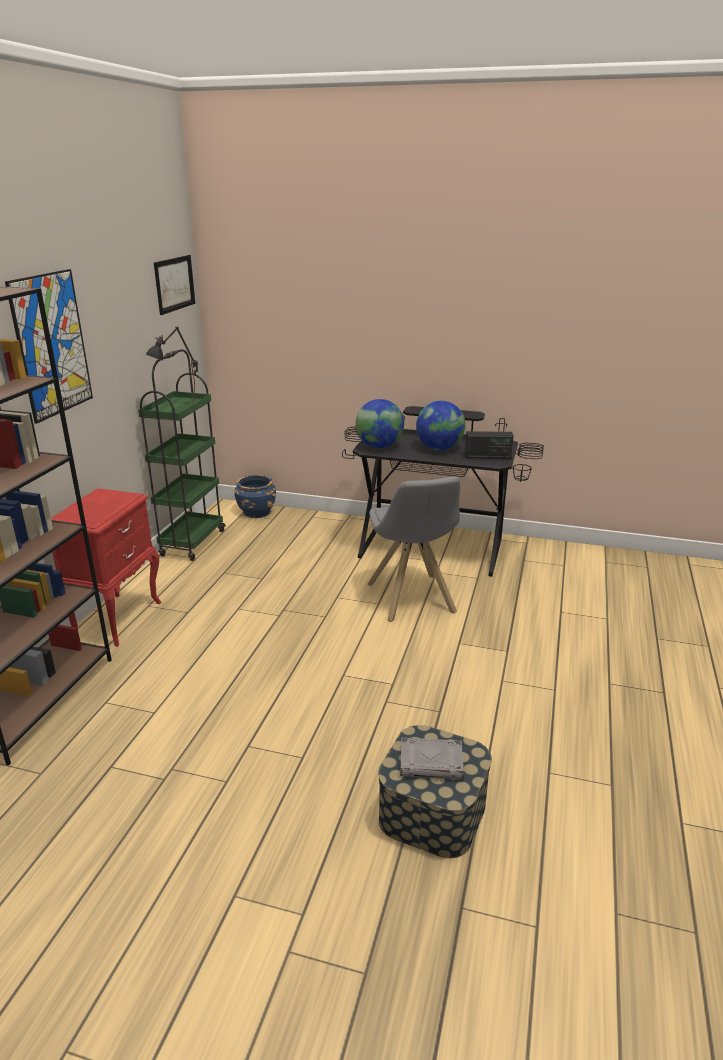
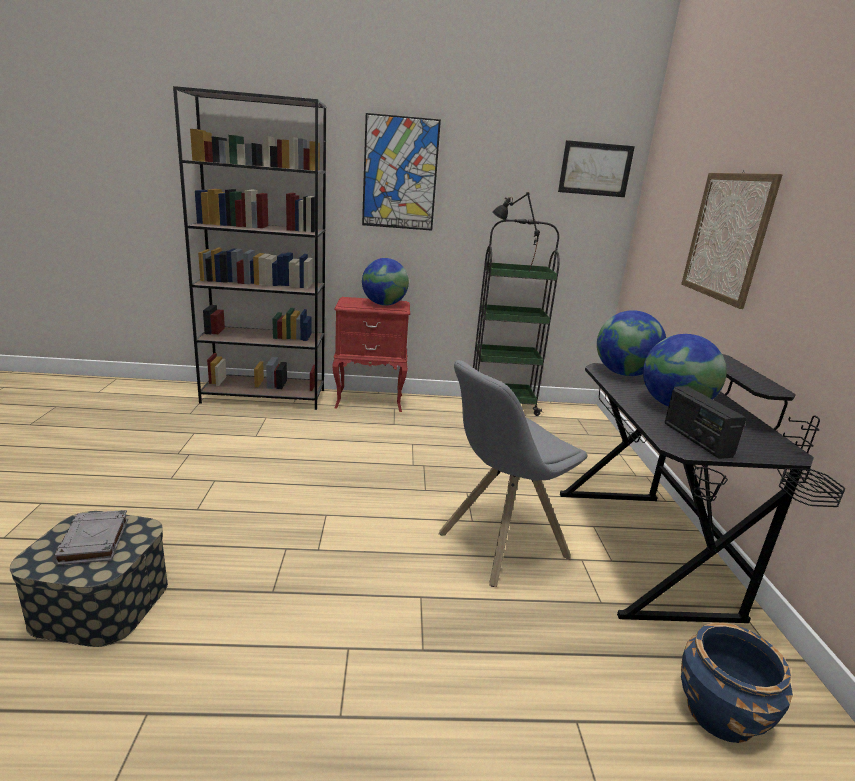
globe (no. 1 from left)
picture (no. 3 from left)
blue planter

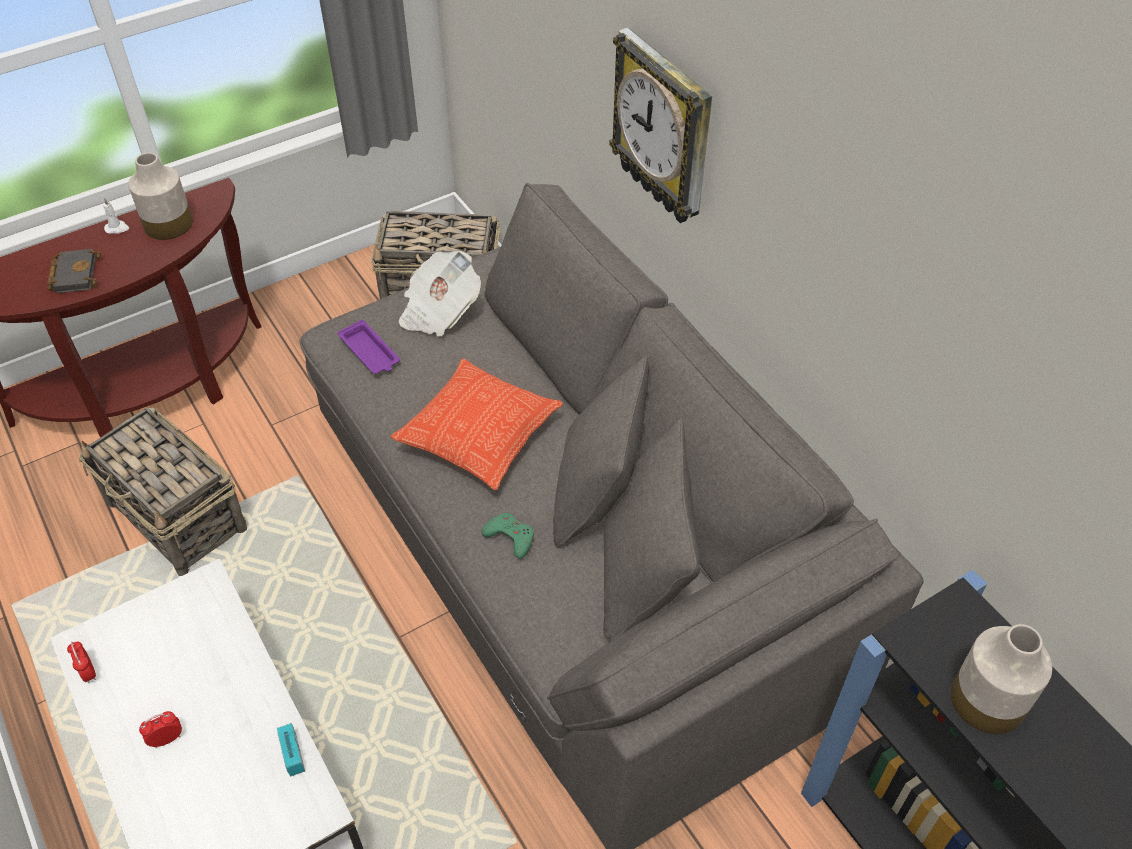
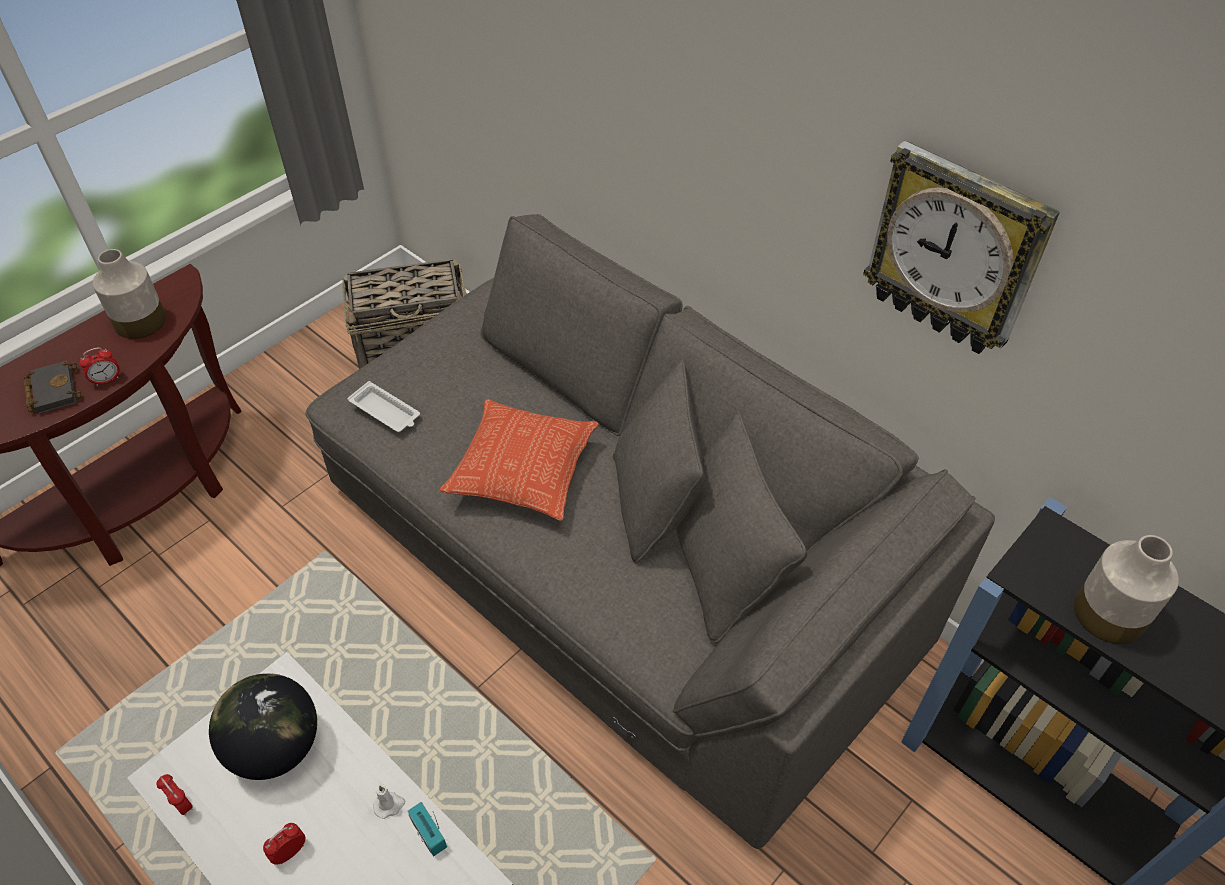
alarm clock (no. 1 from left)
globe
white tray
white candle
wall clock
basket (no. 1 from left in the first image)
newspaper
green game controller

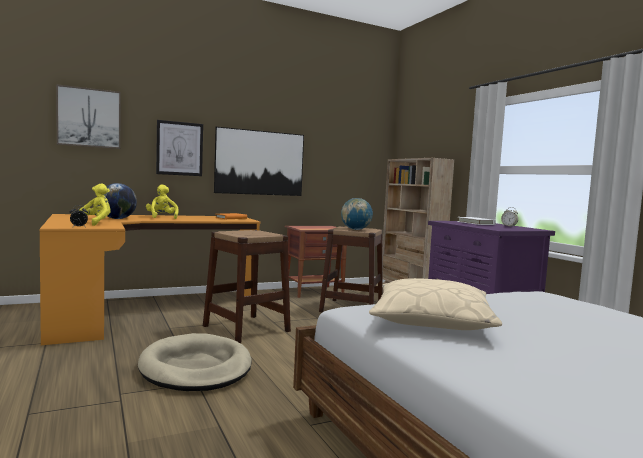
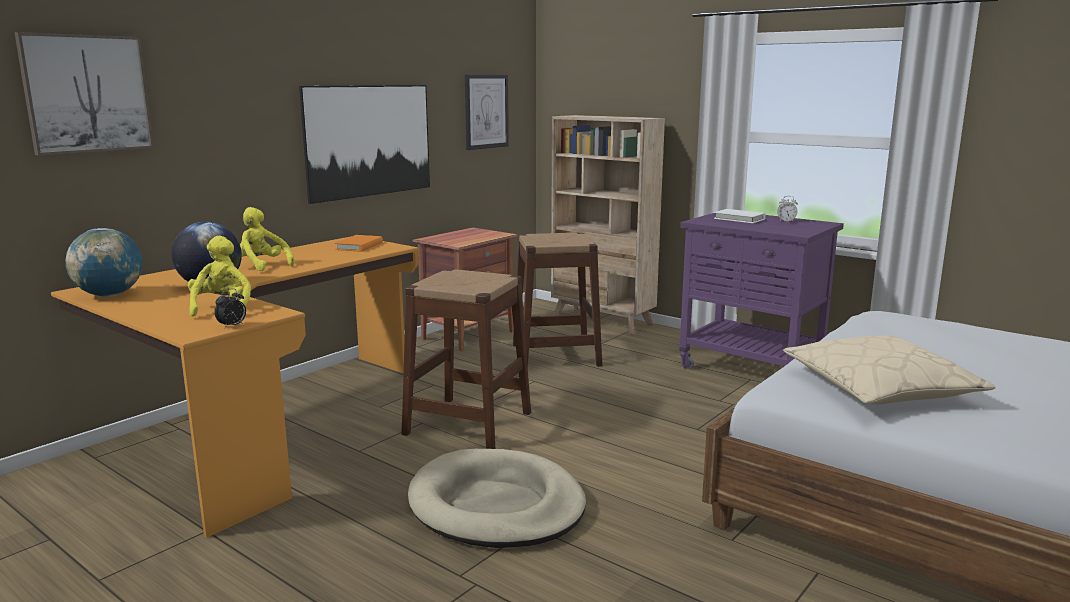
globe (no. 1 from left)
picture (no. 3 from left)

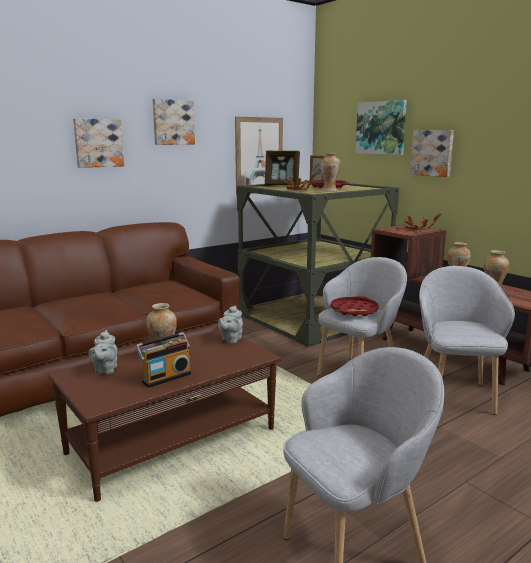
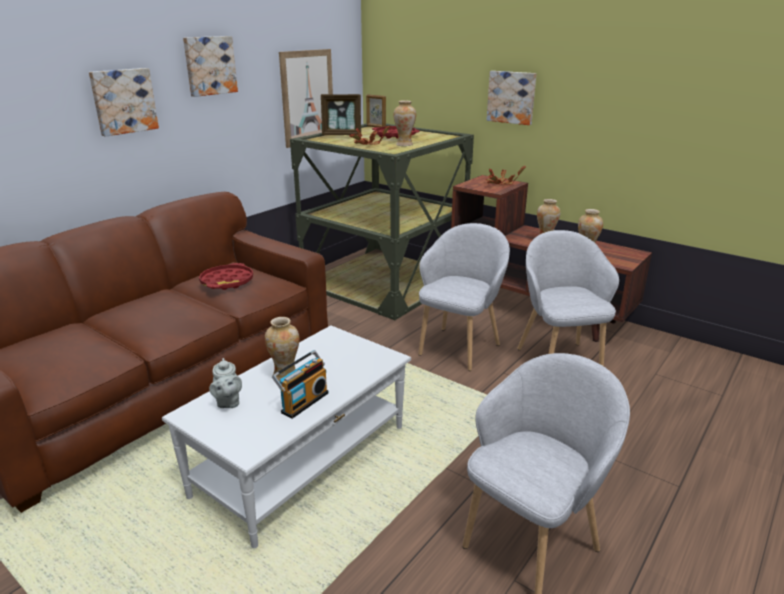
white coffee table
red tray (no. 1 from left)
grey teapot (no. 2 from left in the first image)
picture (no. 4 from left in the first image)

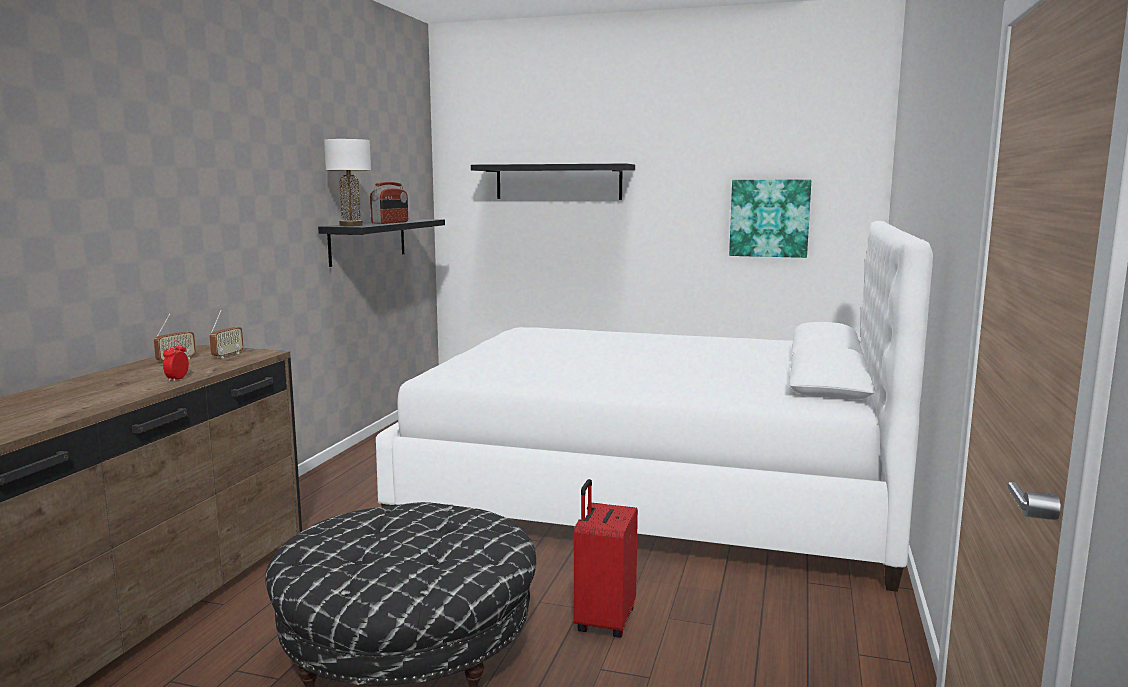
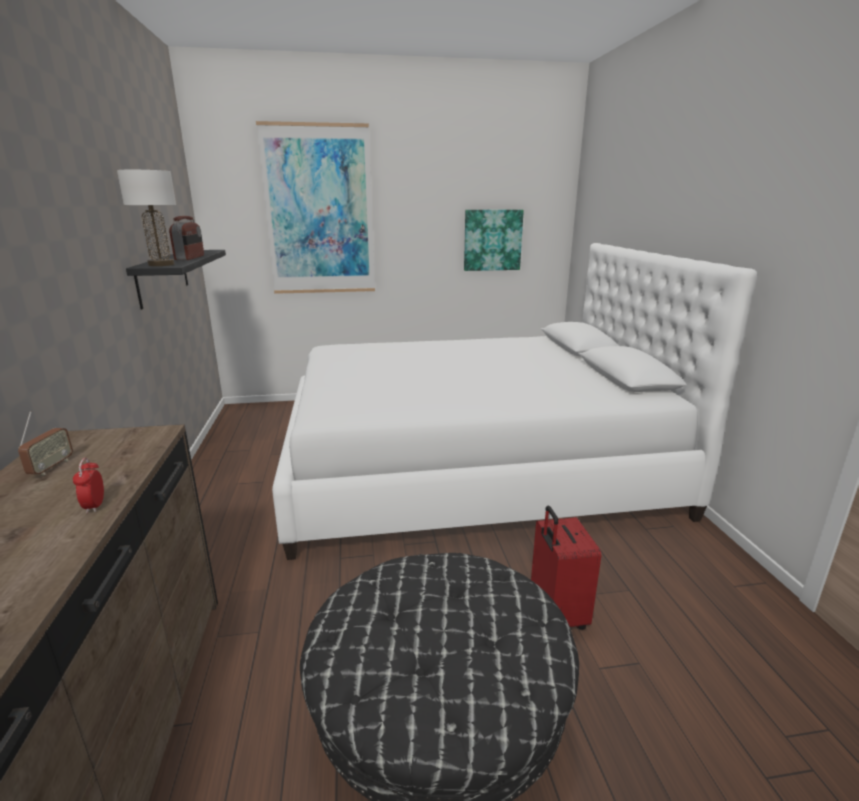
picture (no. 1 from left)
radio (no. 2 from left in the first image)

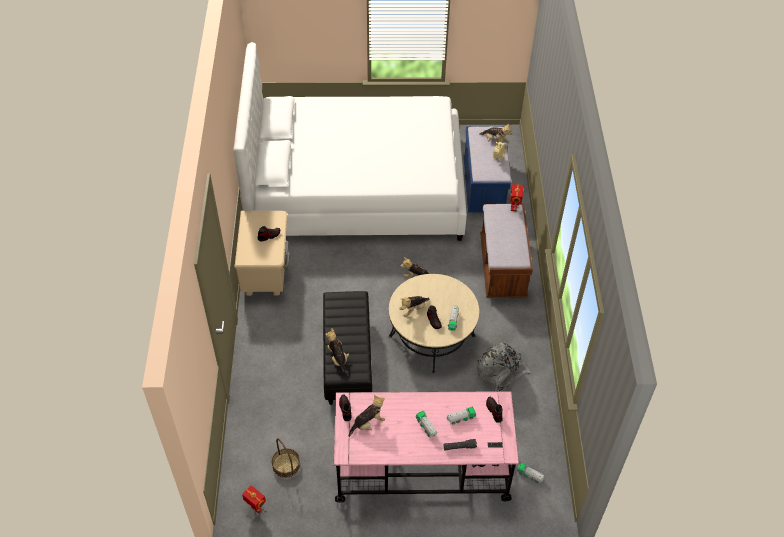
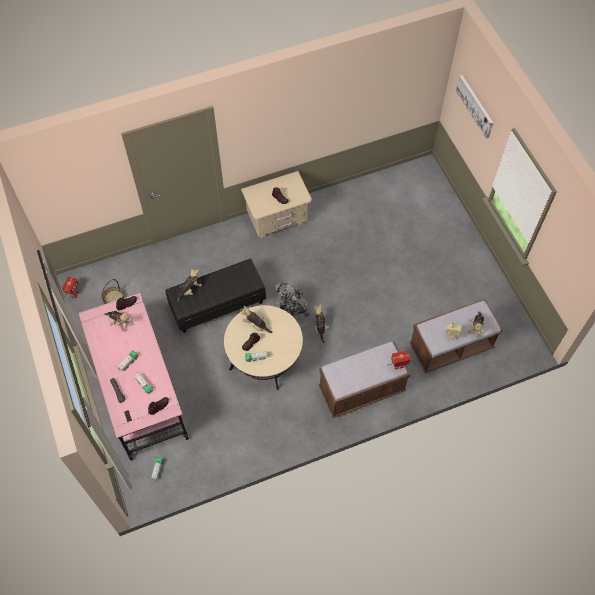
grey backpack
brown bench (no. 2 from left)
picture
white bed

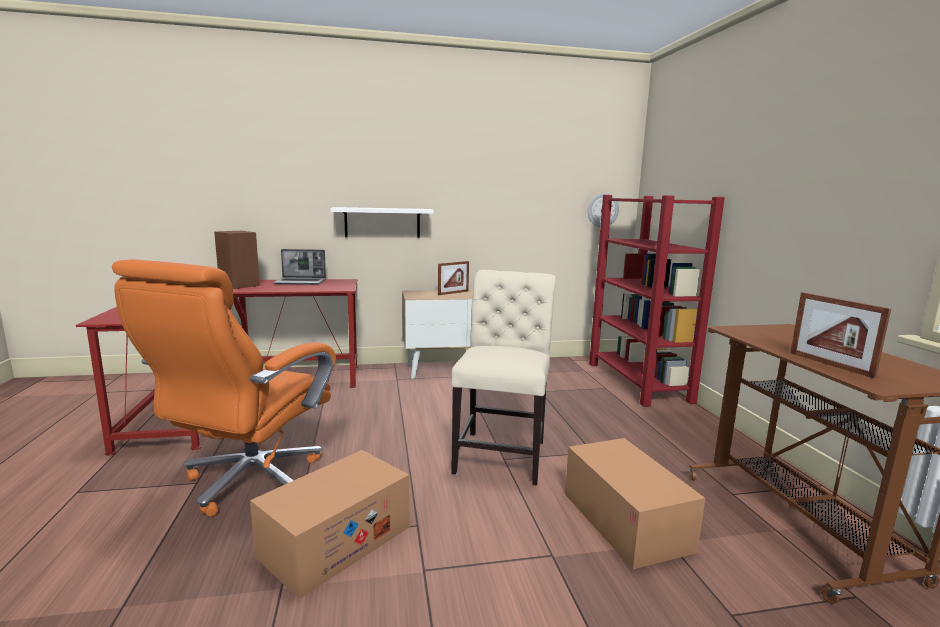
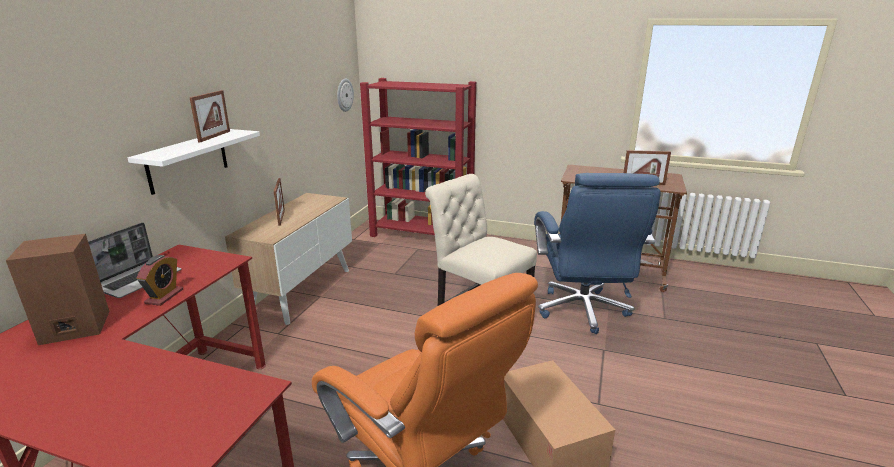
alarm clock
picture frame (no. 1 from left)
blue office chair

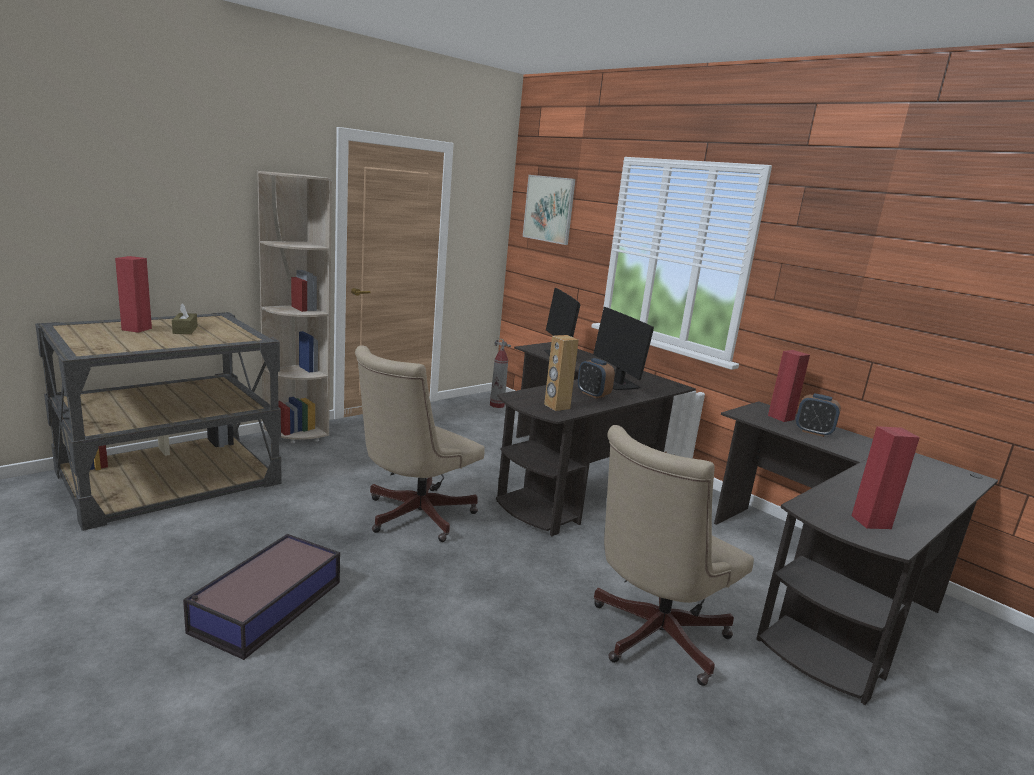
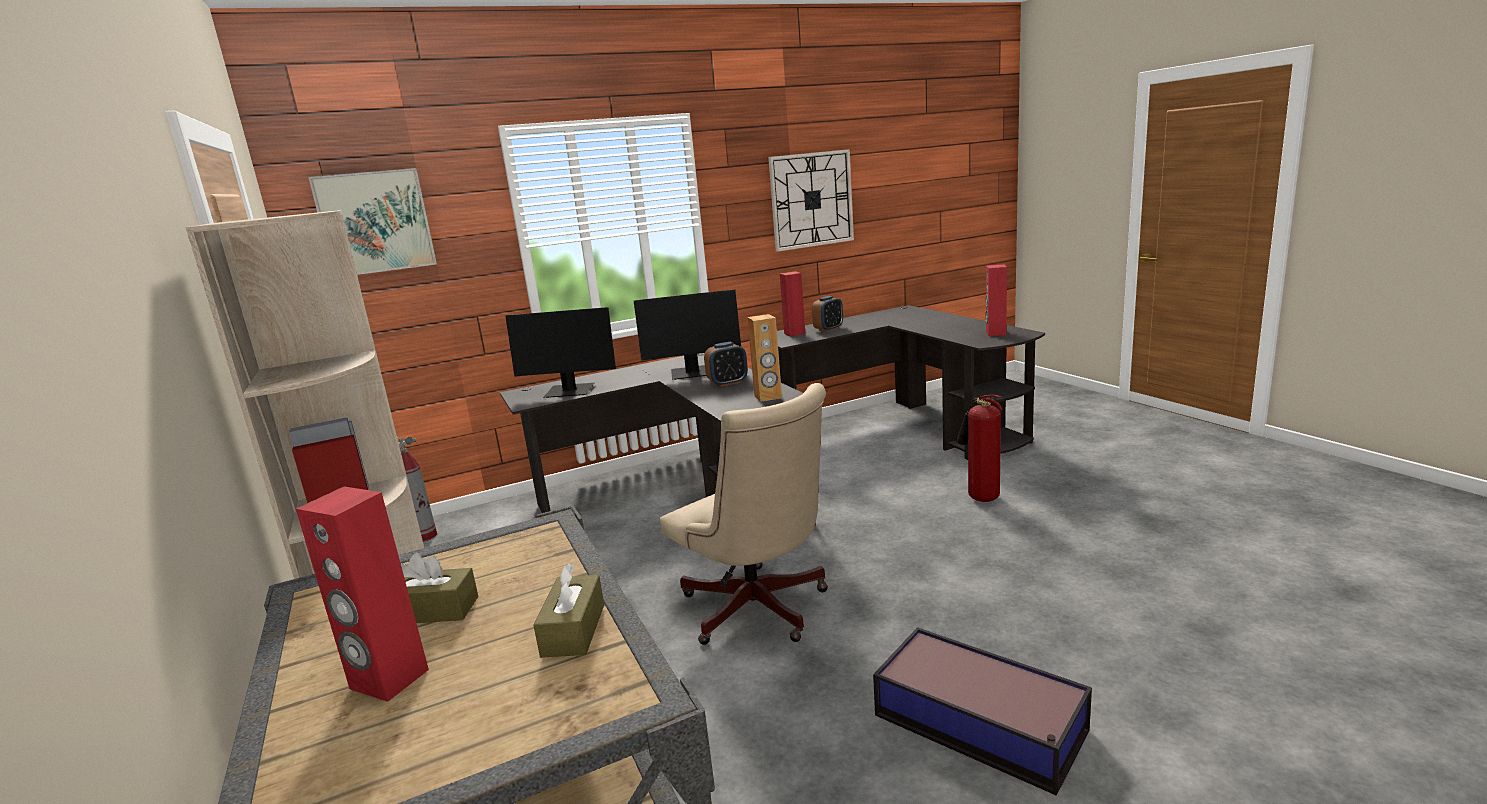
brown tissue box (no. 2 from left)
wall clock
fire extinguisher (no. 2 from left)

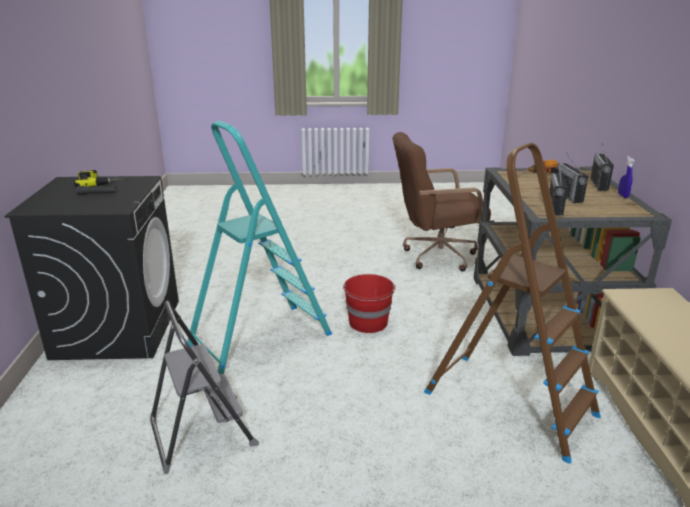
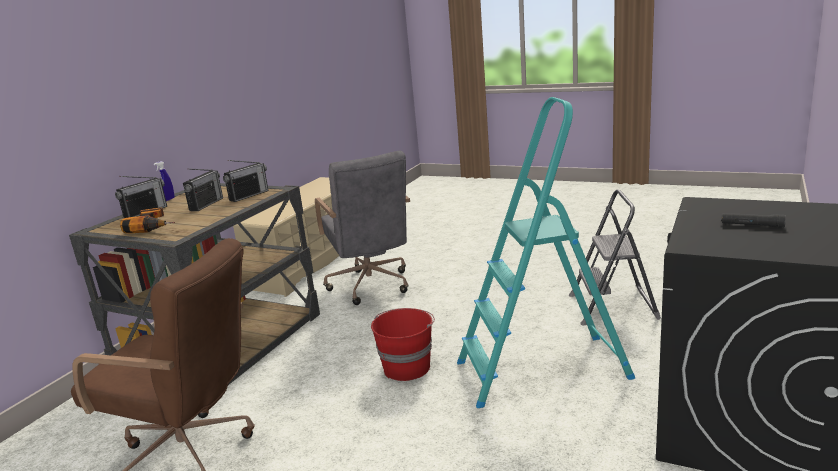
grey office chair
power drill (no. 1 from left in the first image)

